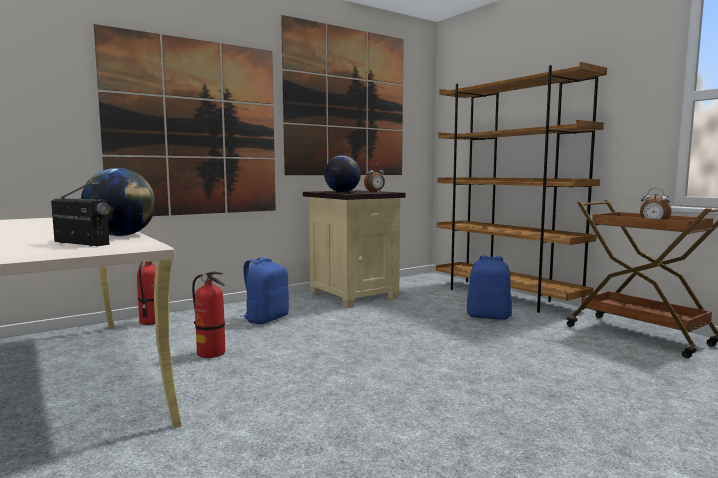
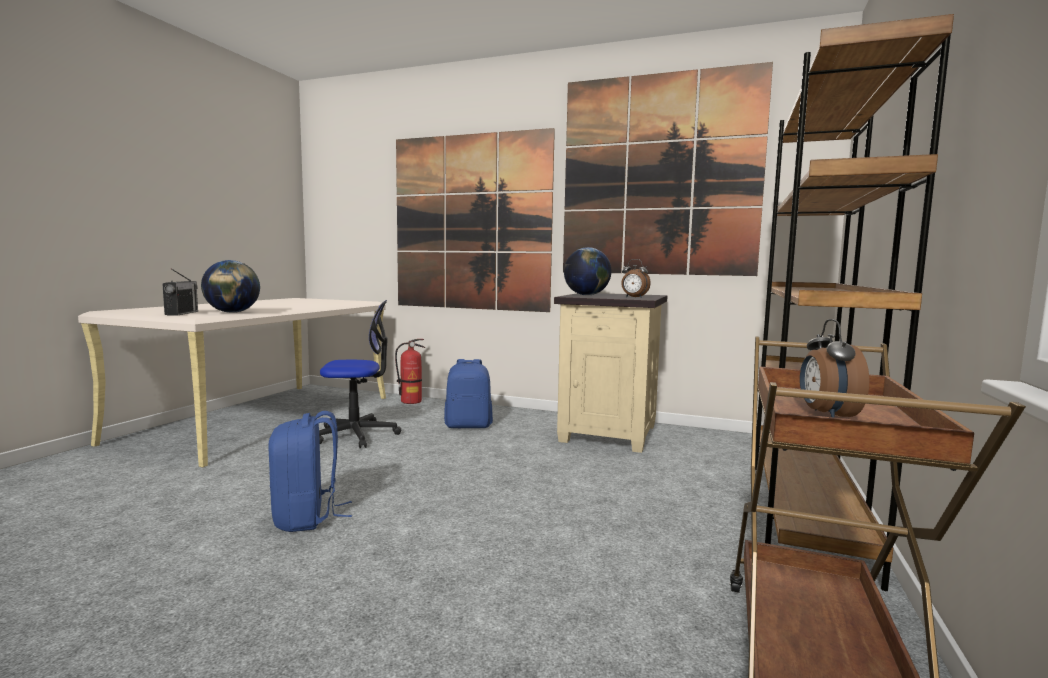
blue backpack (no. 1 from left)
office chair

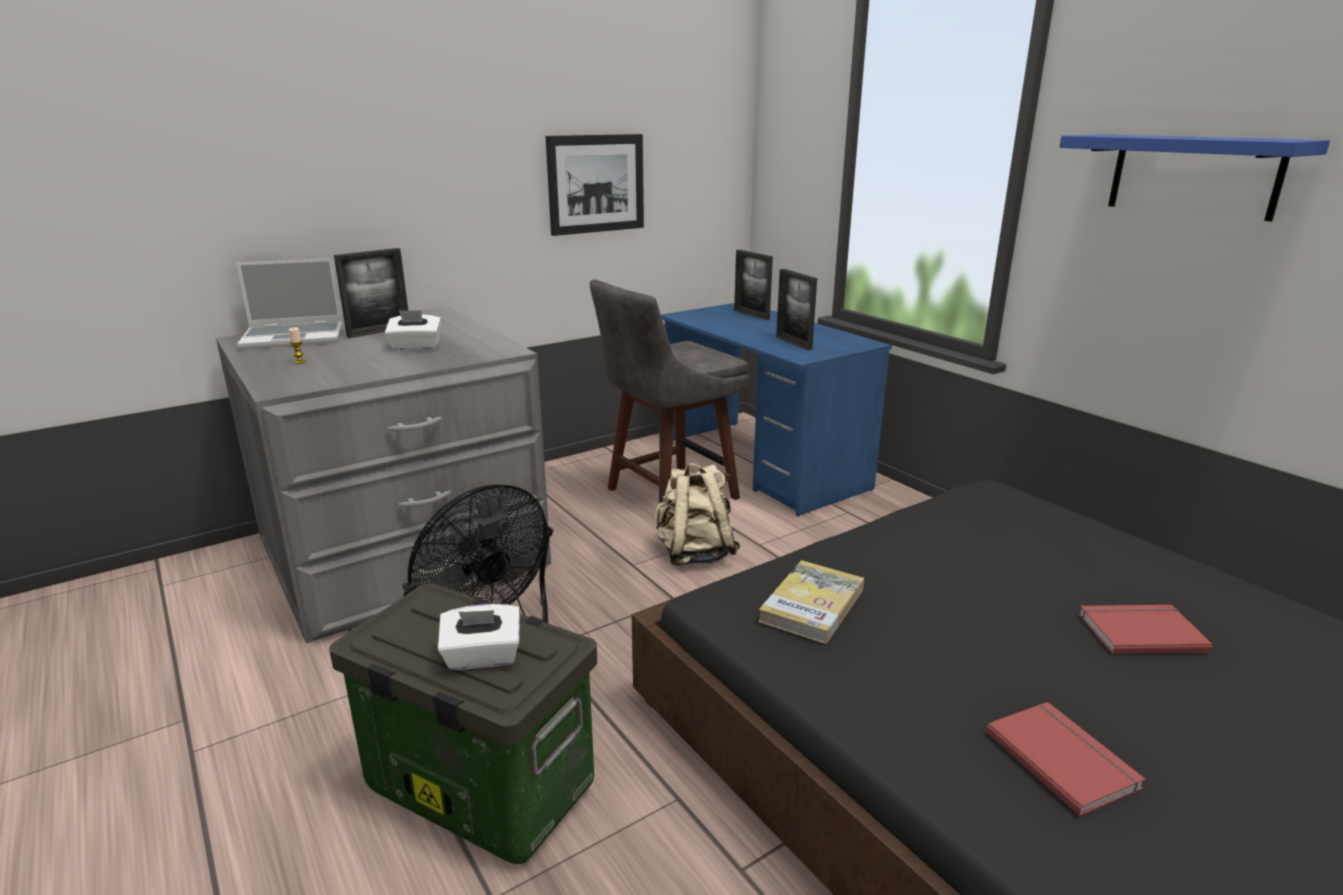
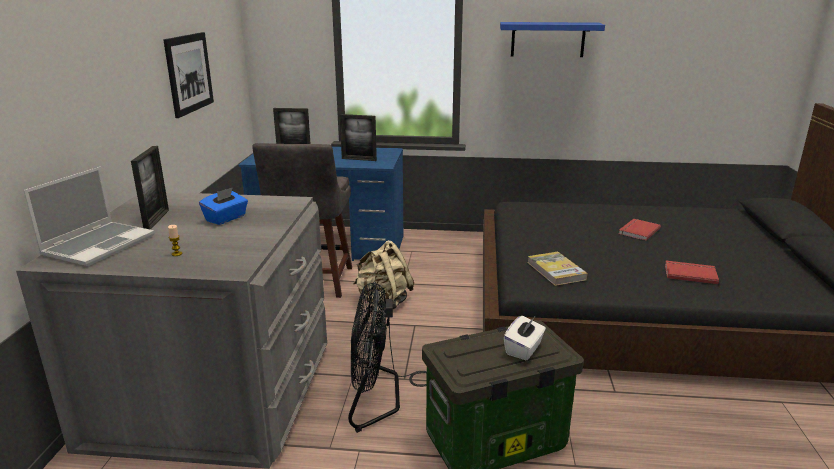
blue tissue box

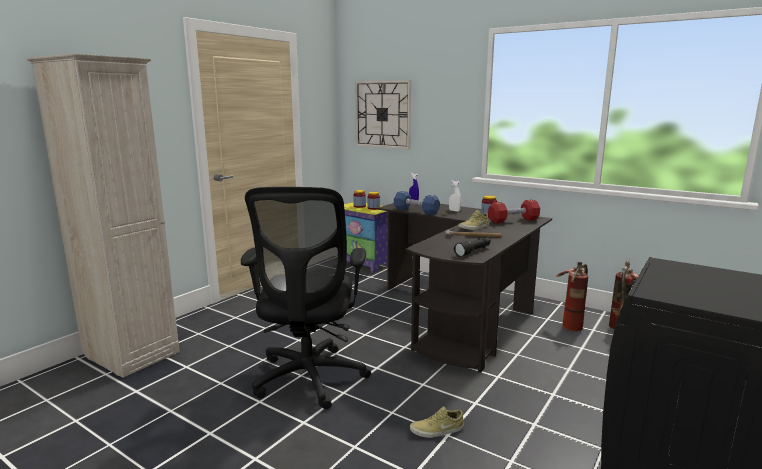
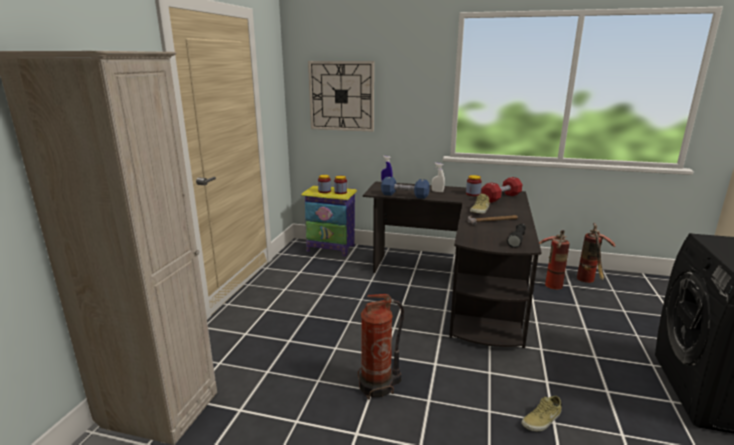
fire extinguisher (no. 1 from left)

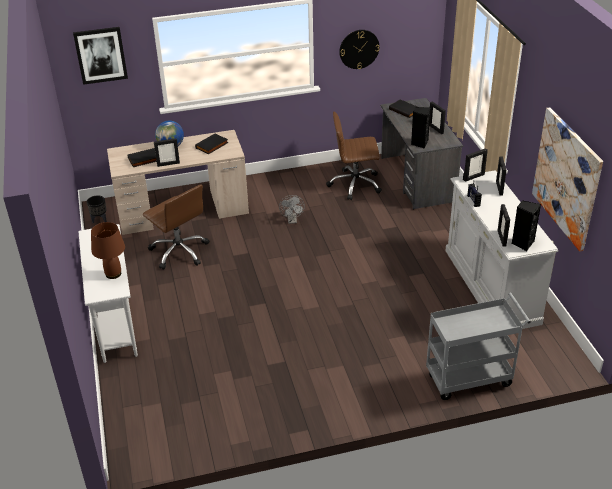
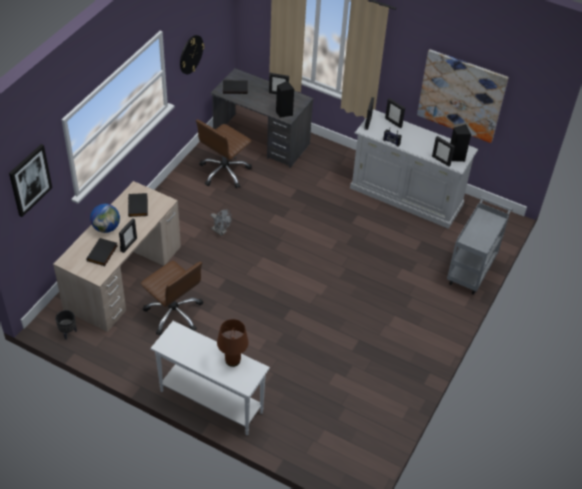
brown office chair (no. 1 from left)

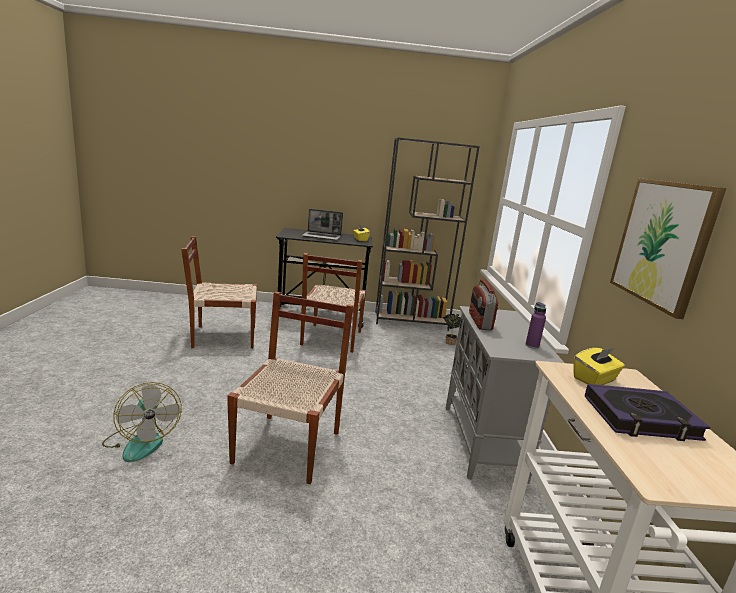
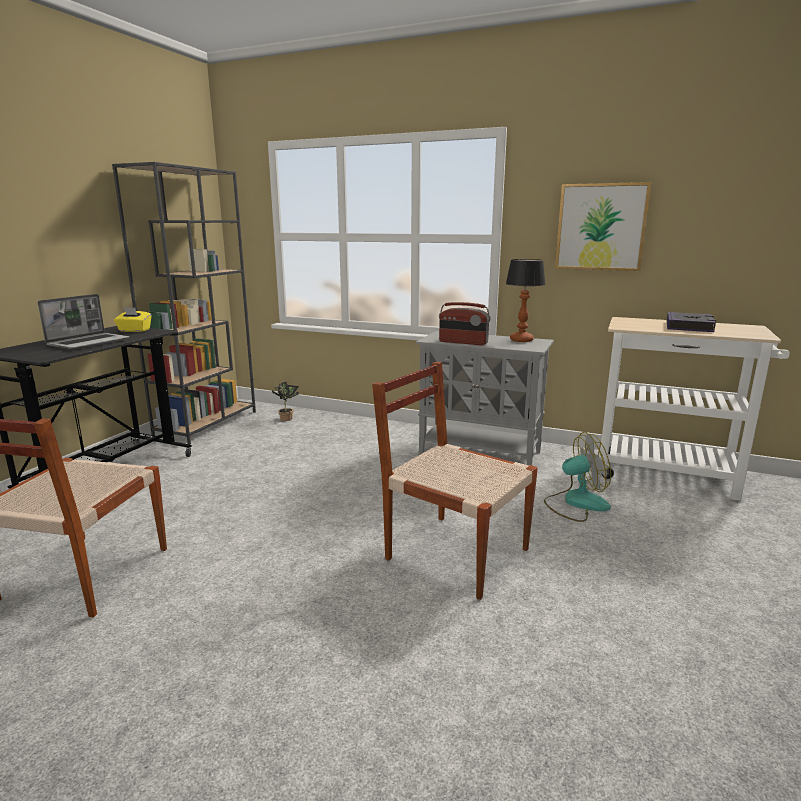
table lamp
fan
chair (no. 3 from left in the first image)
yellow tissue box (no. 2 from left in the first image)

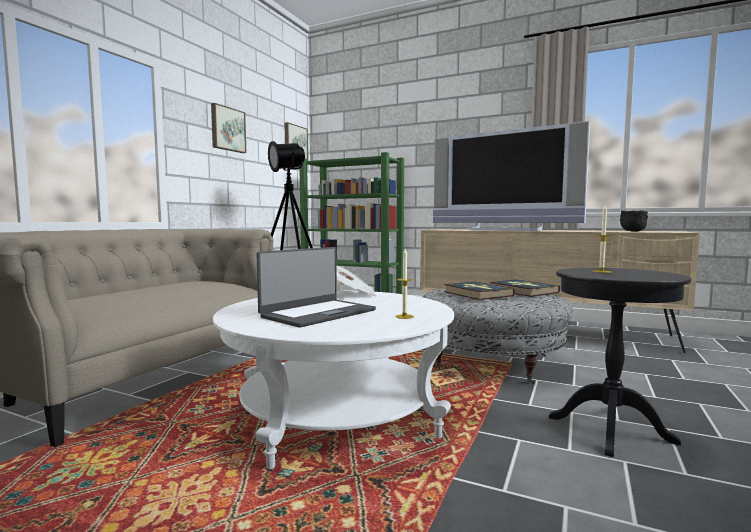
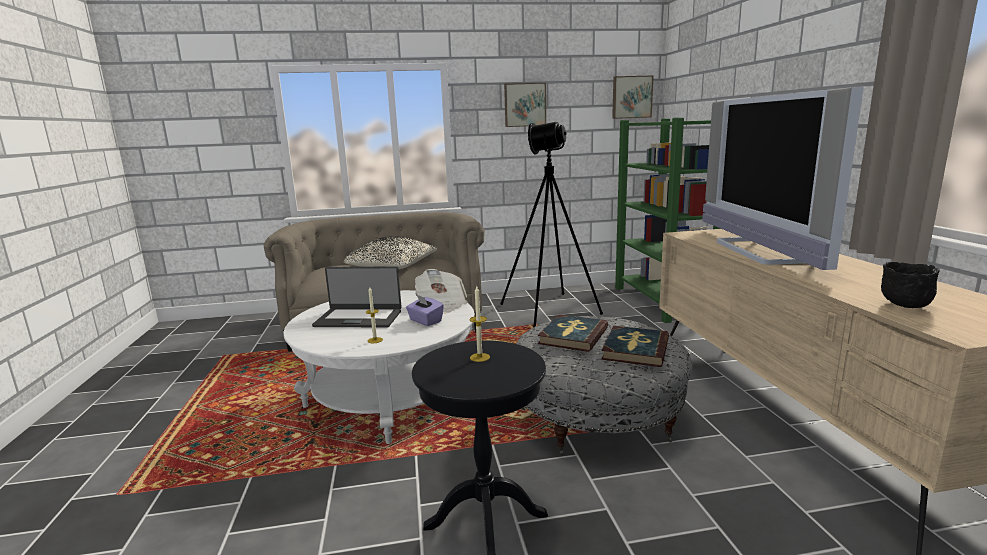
beige pillow
purple tissue box

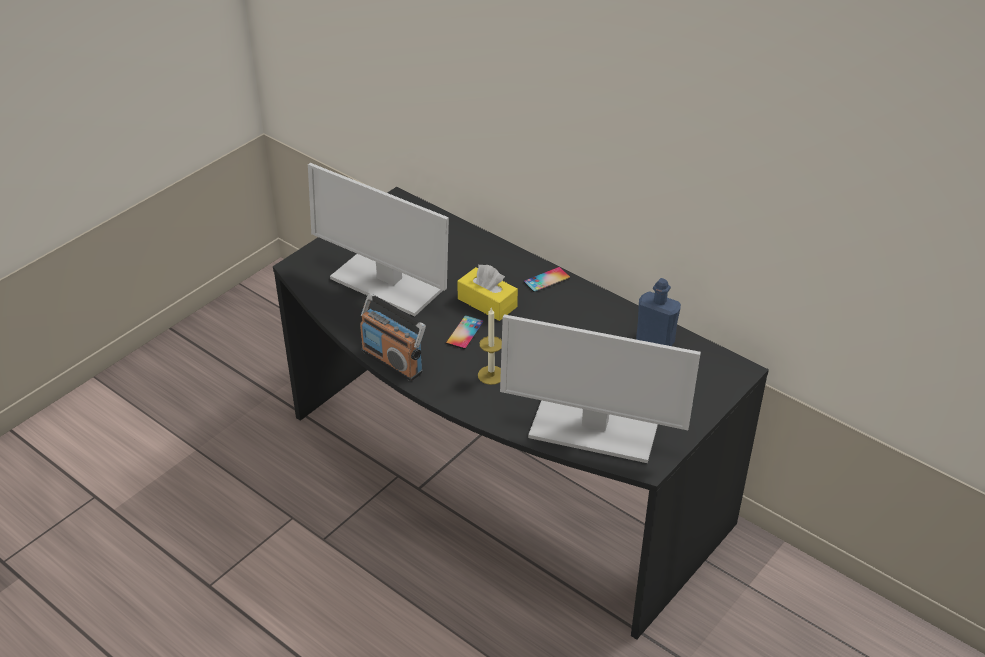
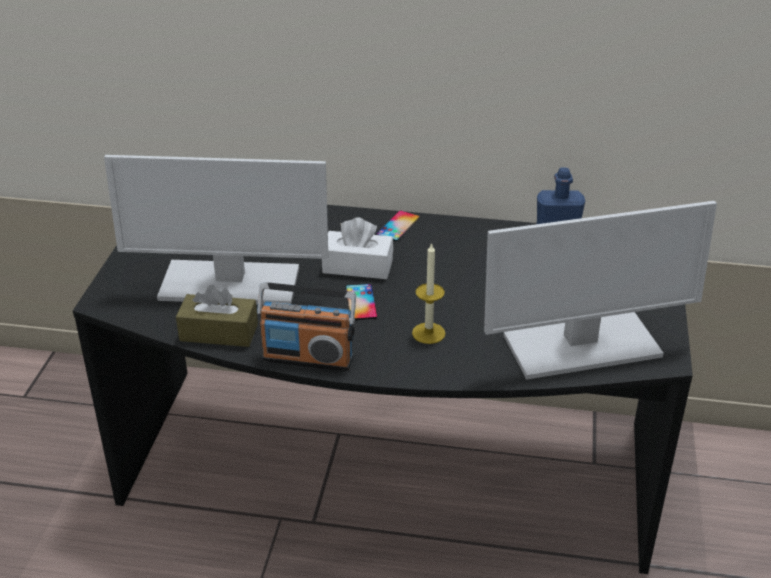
brown tissue box
white tissue box

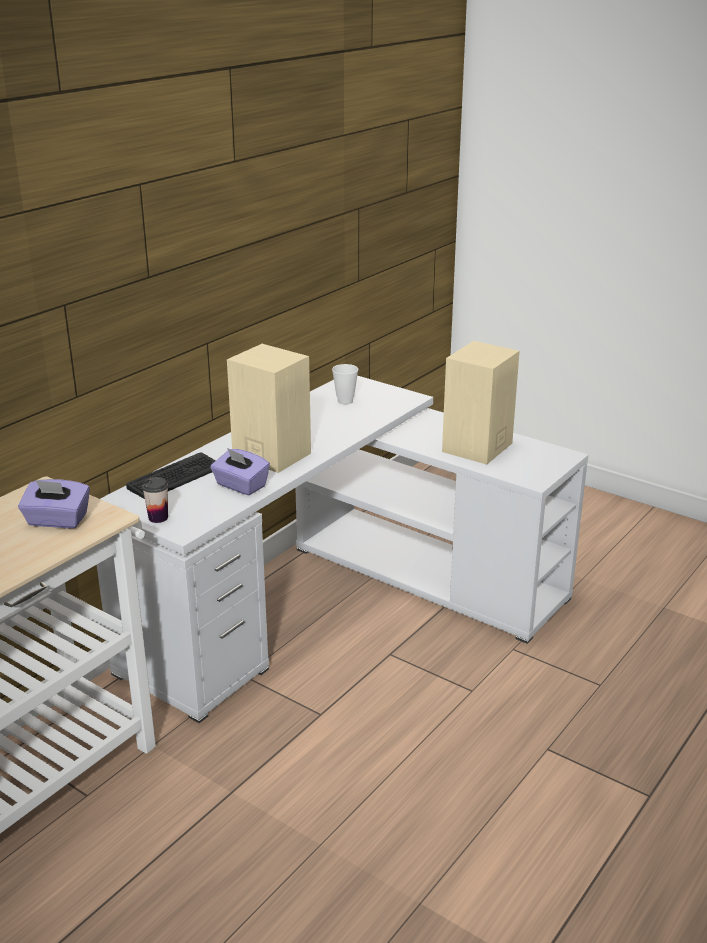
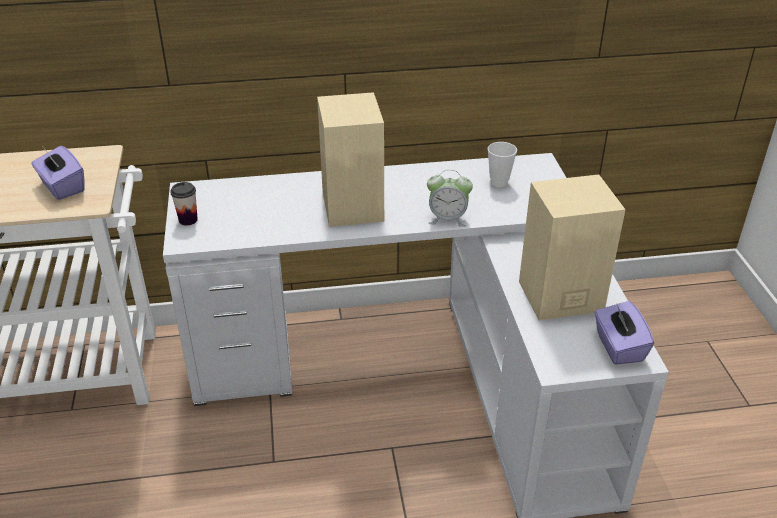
alarm clock
purple tissue box (no. 2 from left)
keyboard

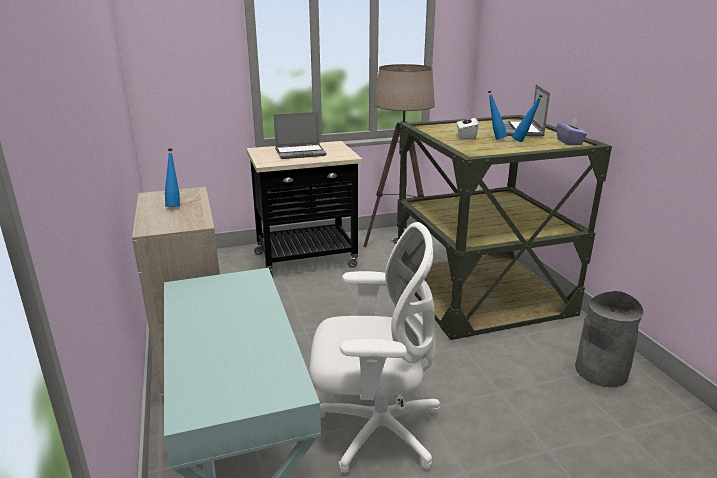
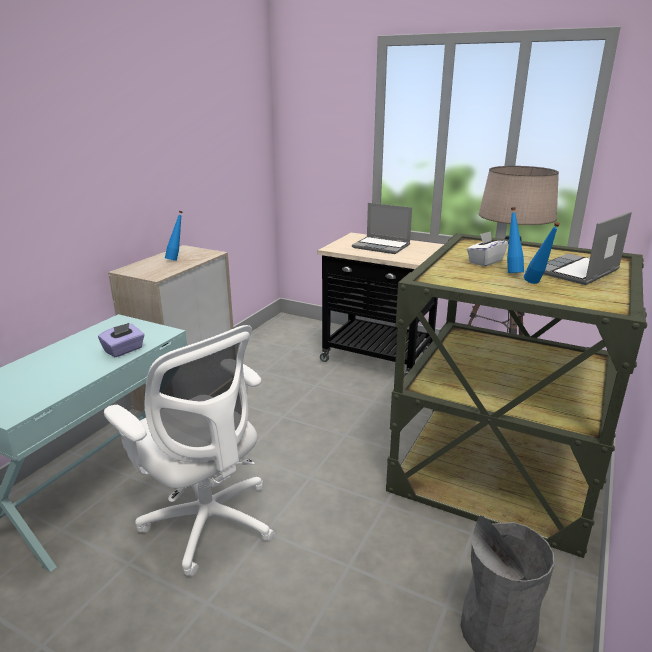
purple tissue box

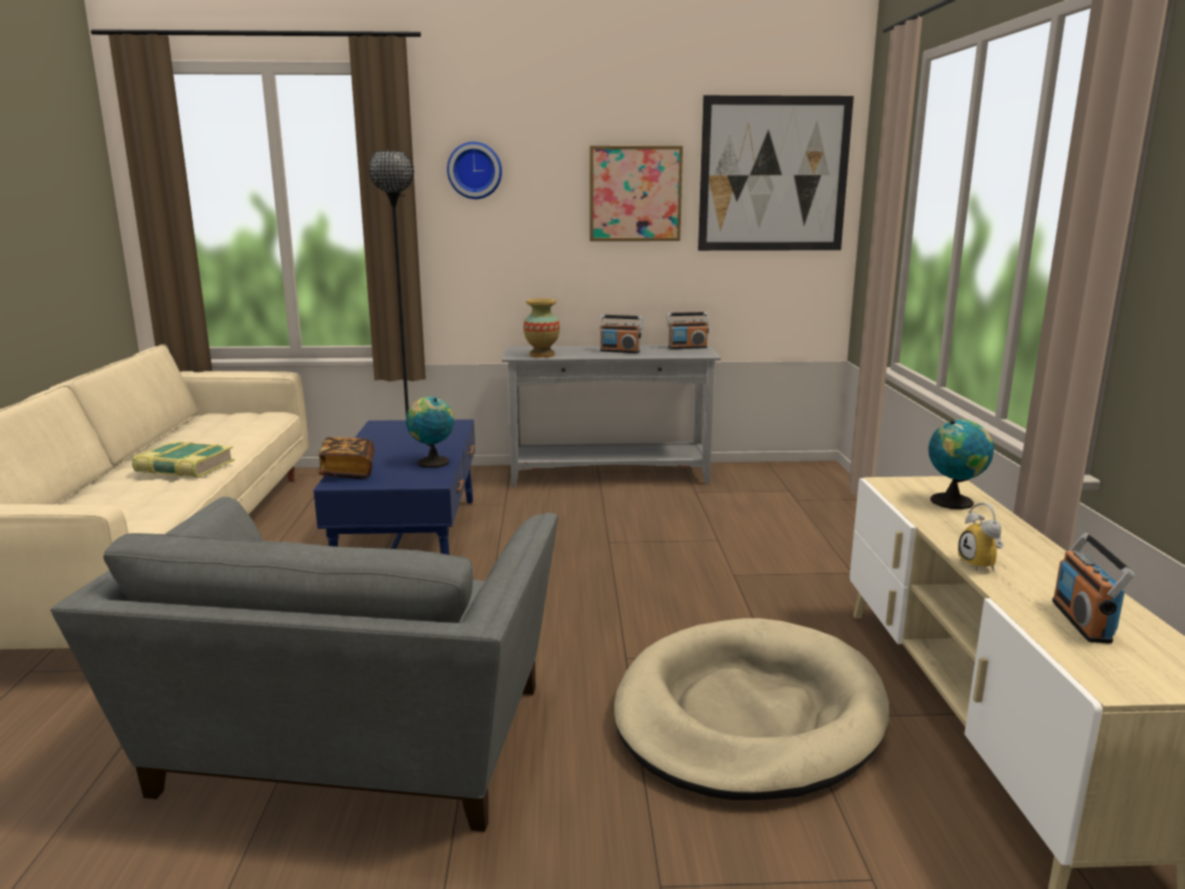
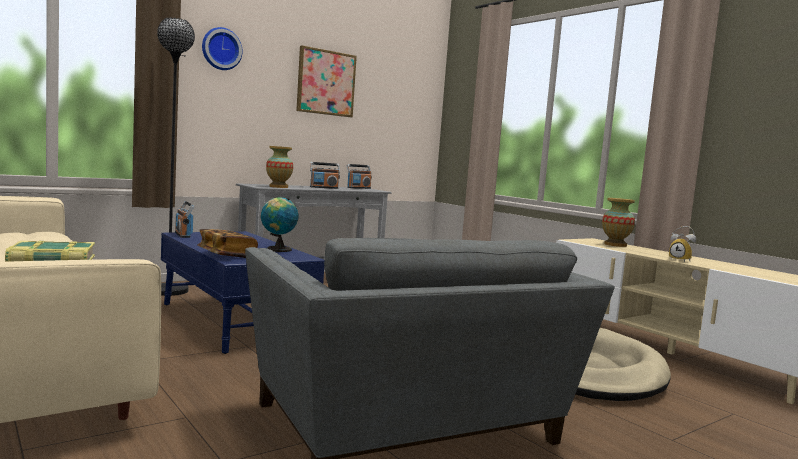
radio (no. 1 from left)
vase (no. 2 from left)
picture (no. 2 from left in the first image)

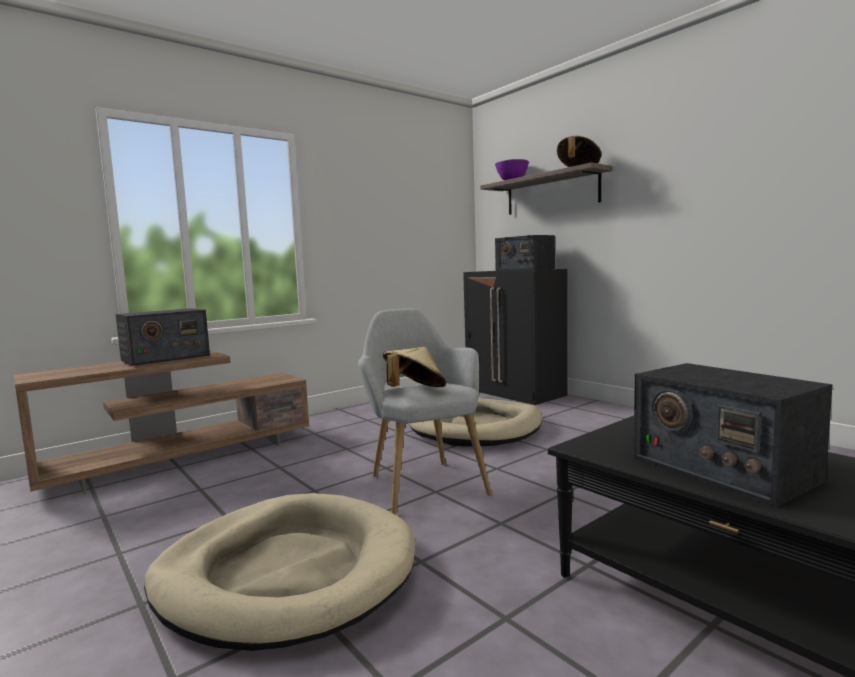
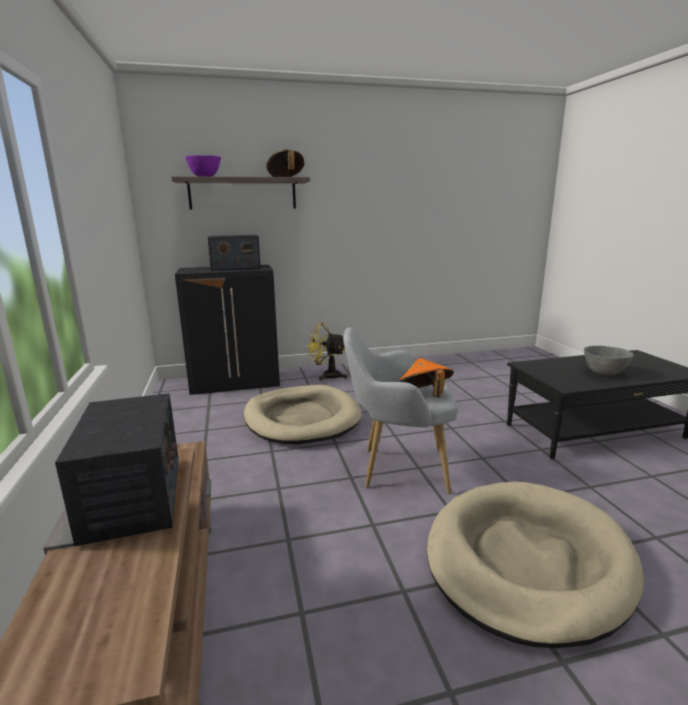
yellow fan
orange hat
grey bowl

